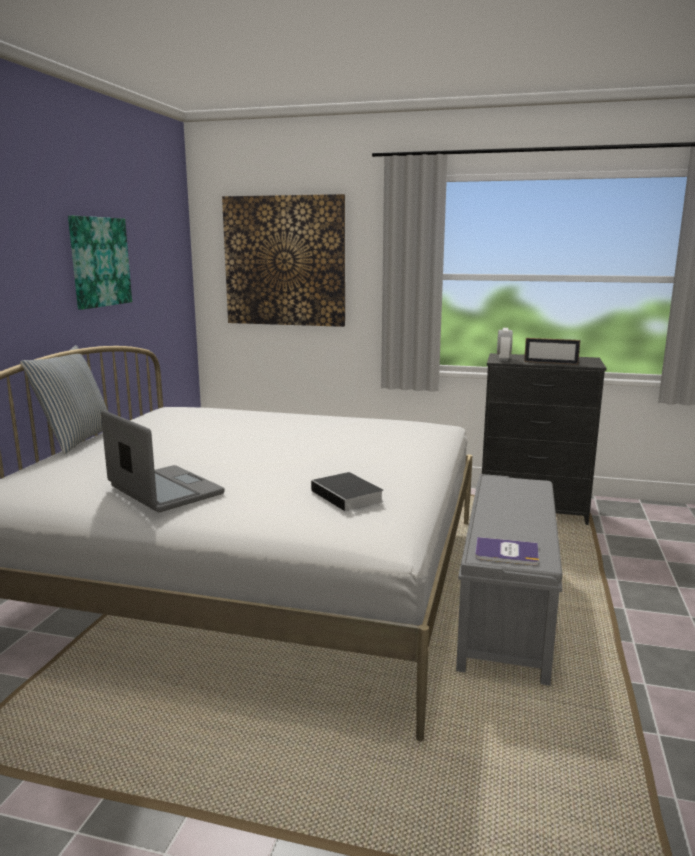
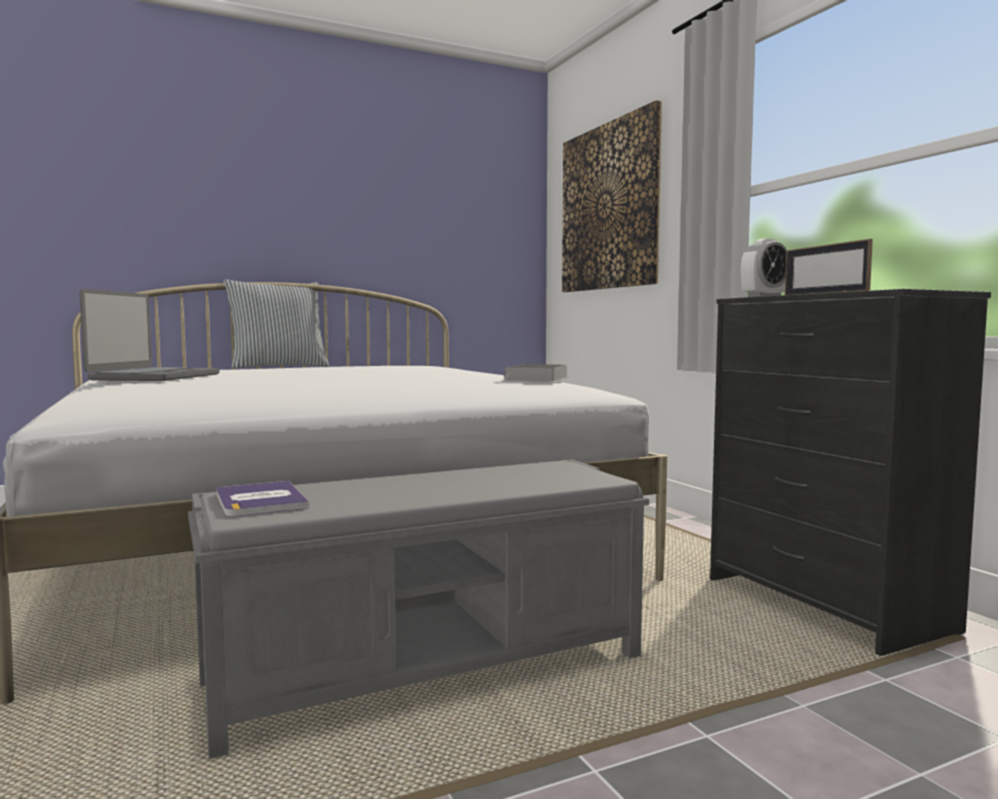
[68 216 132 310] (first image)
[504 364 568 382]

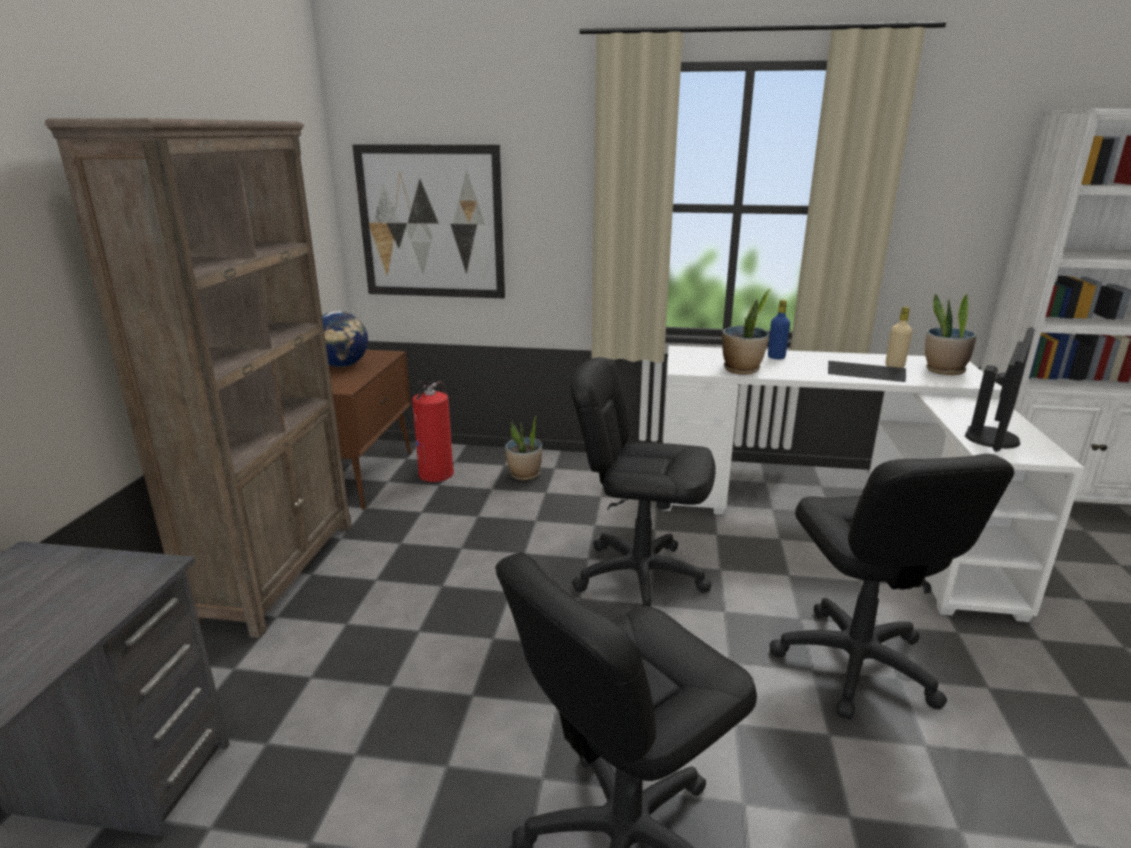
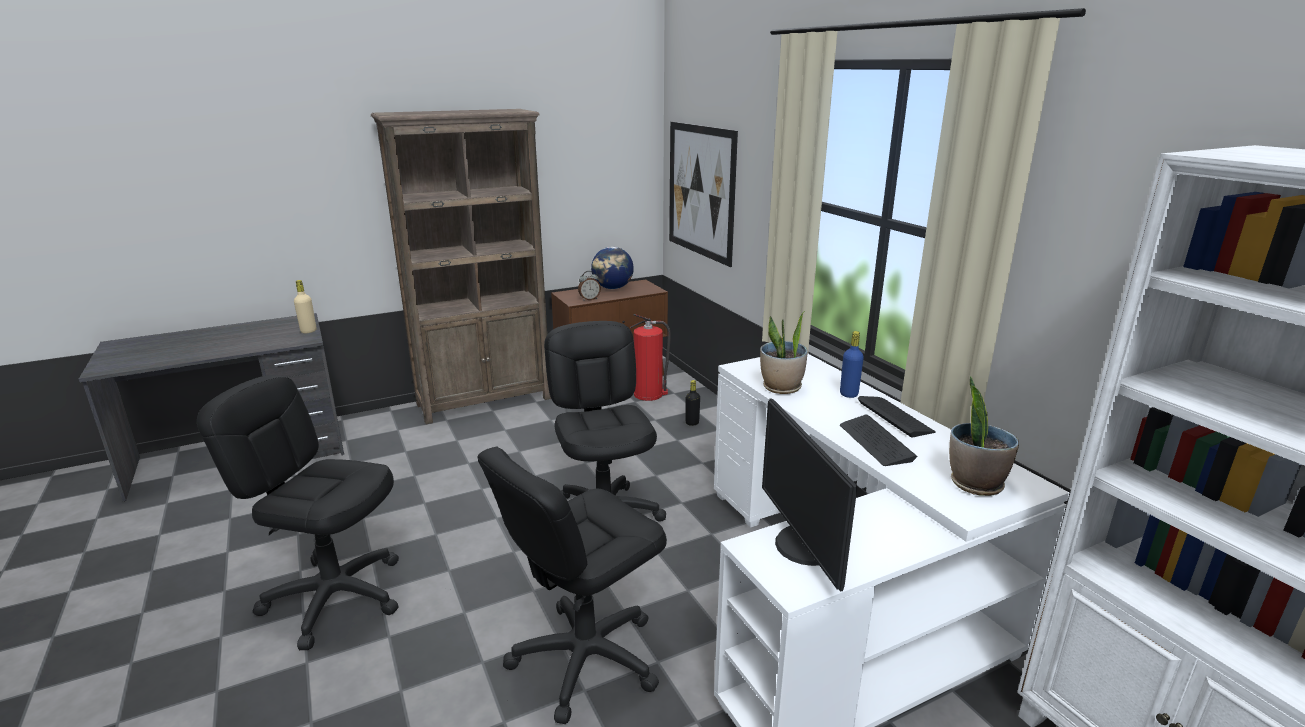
[294 280 316 333]
[762 398 858 592]
[686 380 700 426]
[578 271 601 301]
[858 396 936 437]

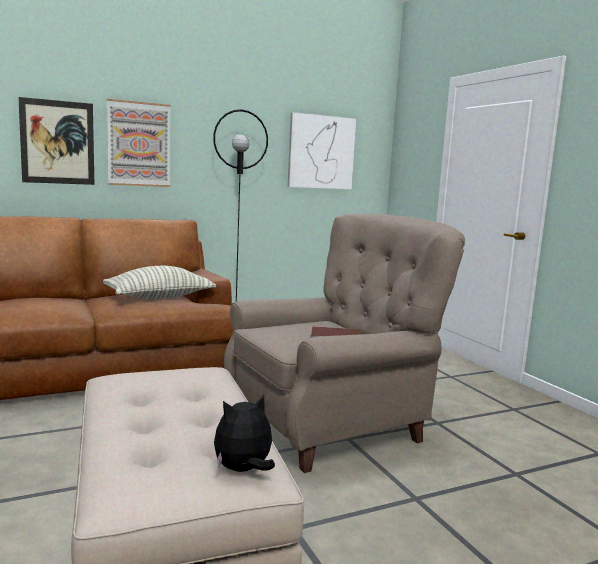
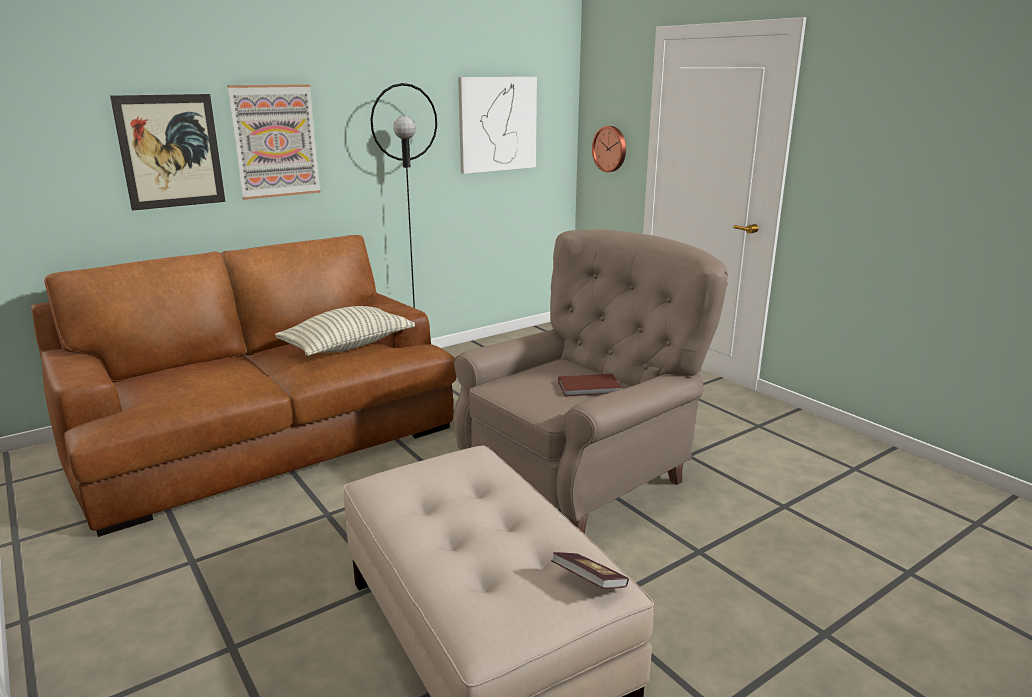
[551 552 629 589]
[592 126 626 172]

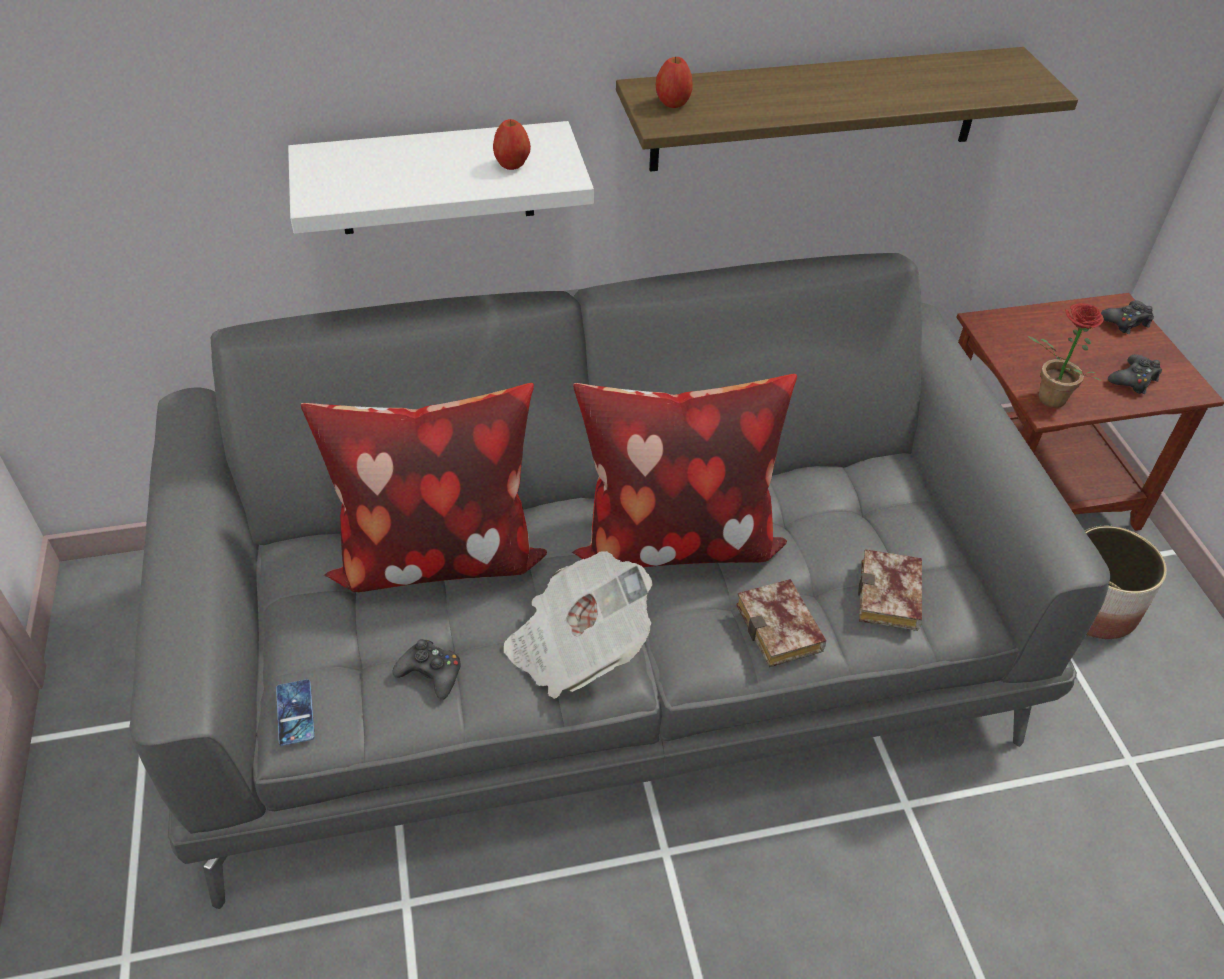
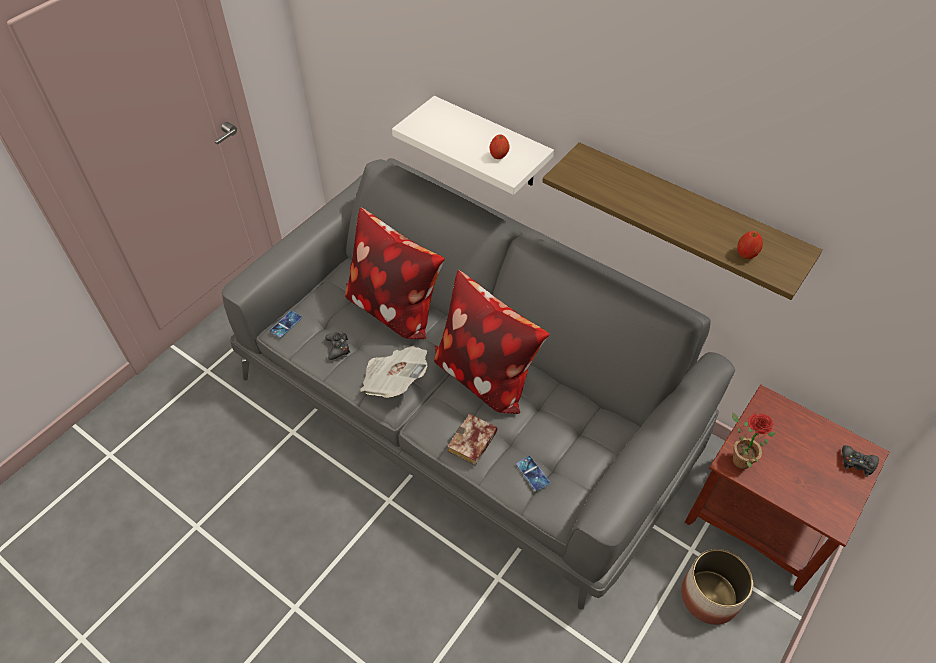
[737 231 763 259]
[1108 354 1162 394] (first image)
[516 456 550 491]

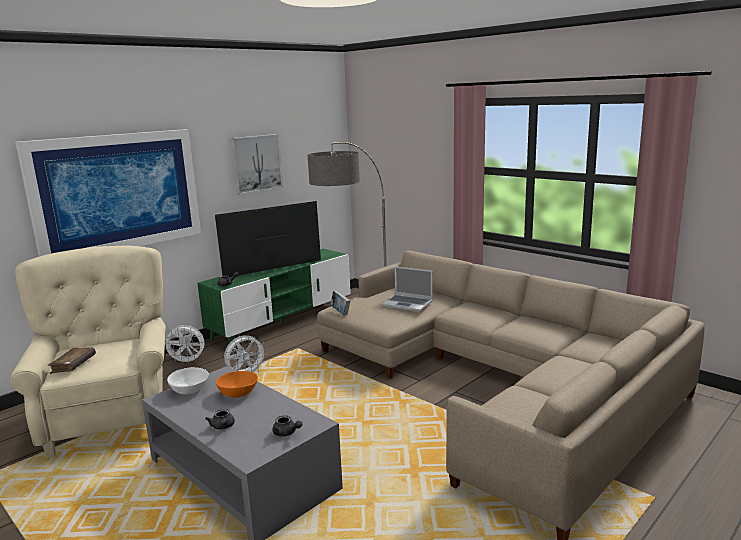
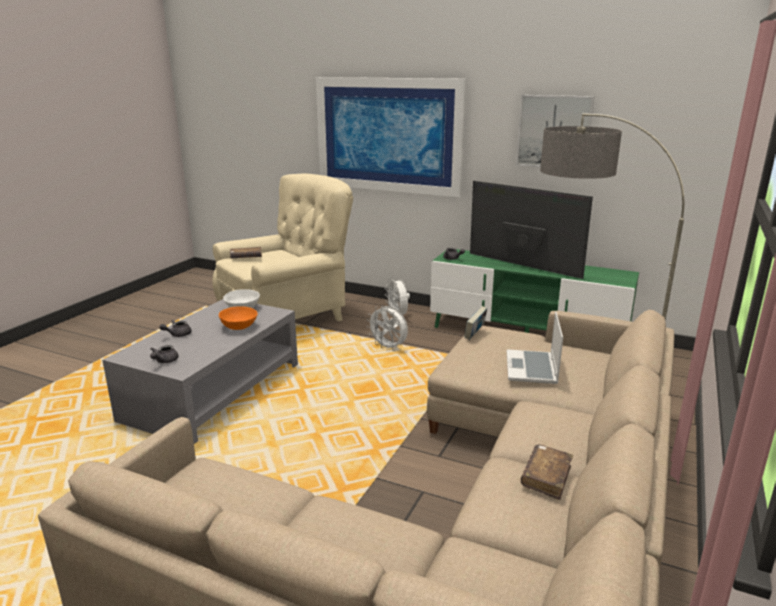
[521 444 573 500]

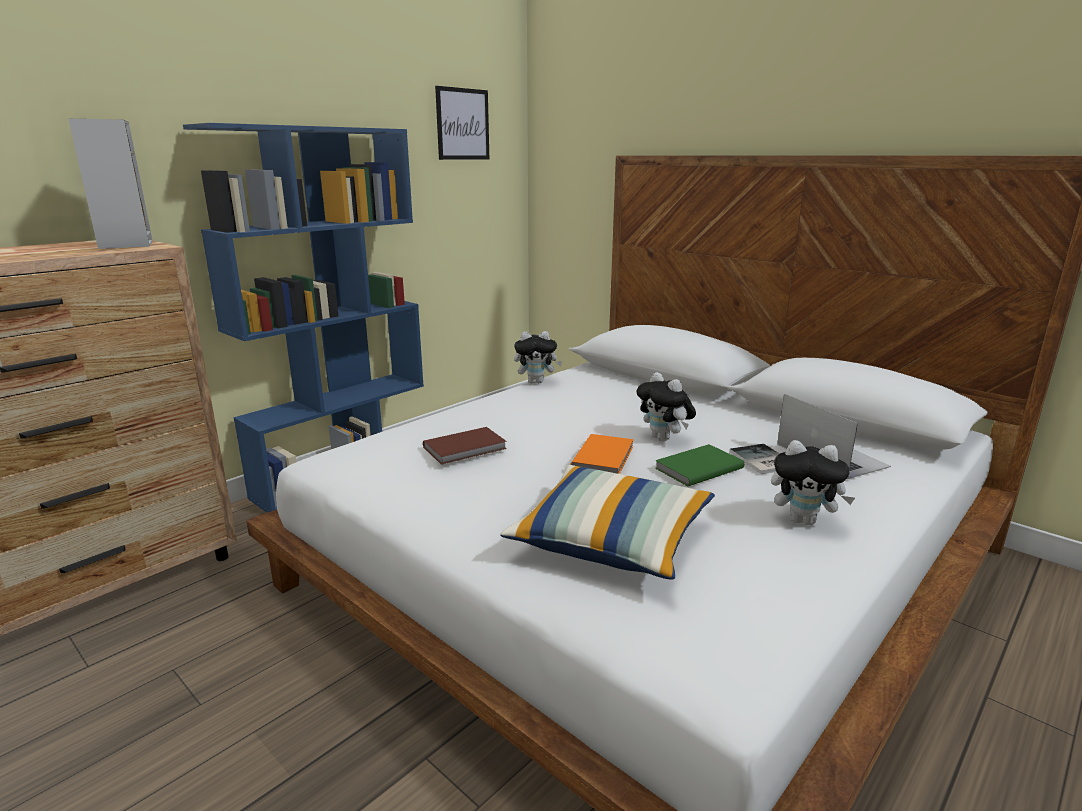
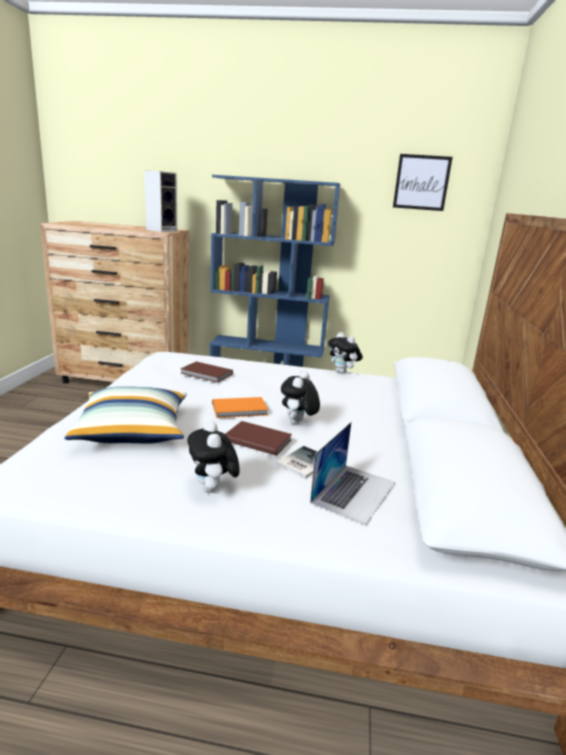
[225 421 292 456]

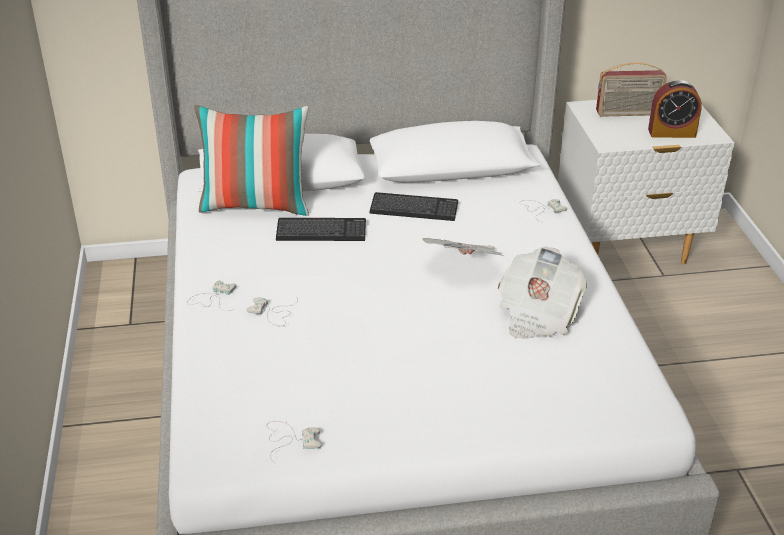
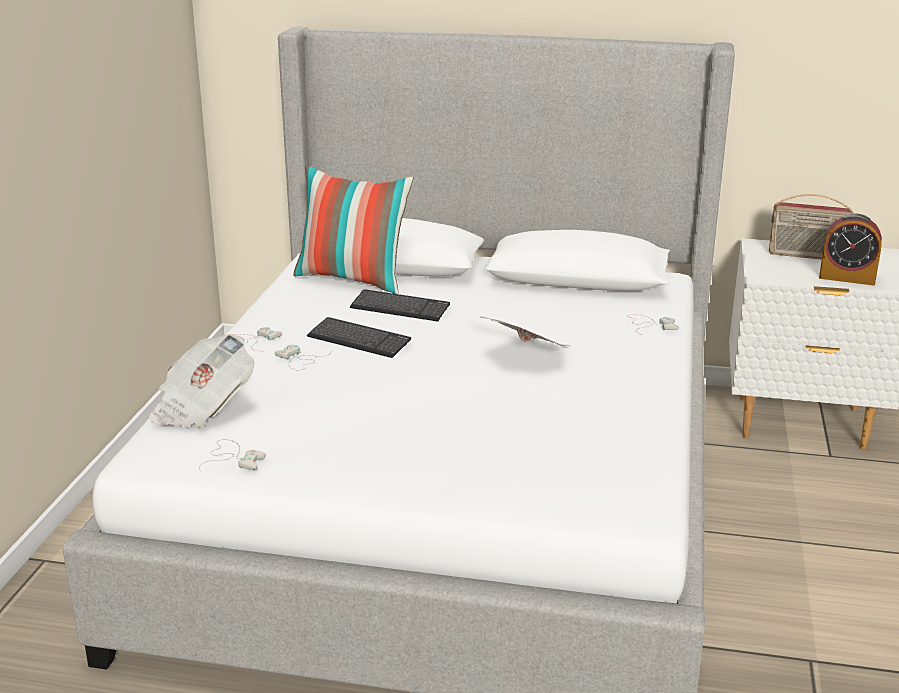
[307 317 411 358]
[149 334 255 427]

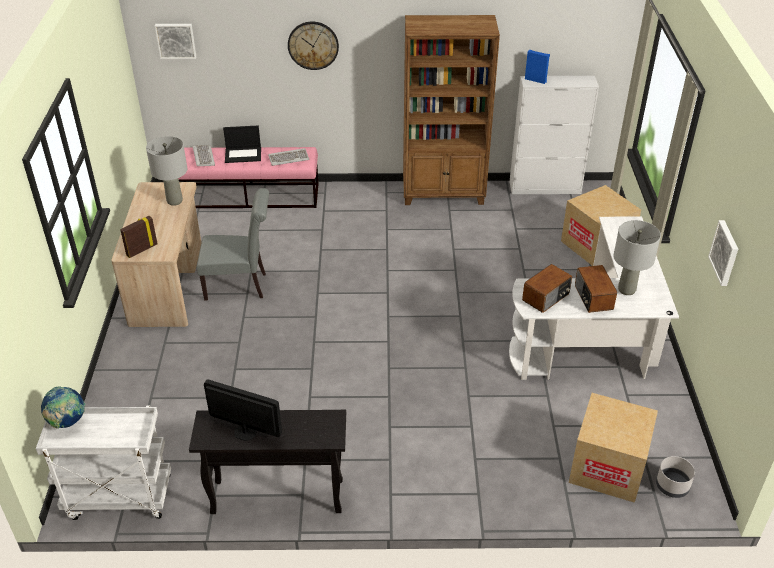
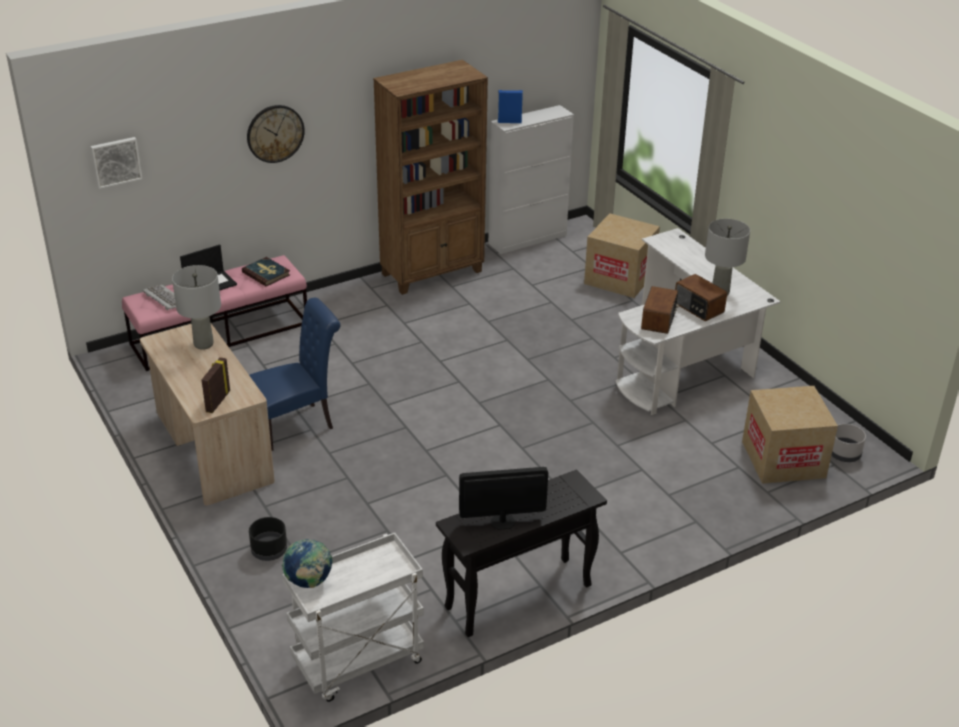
[242 257 290 286]
[249 298 340 451]
[708 220 738 286] (first image)
[249 517 287 561]

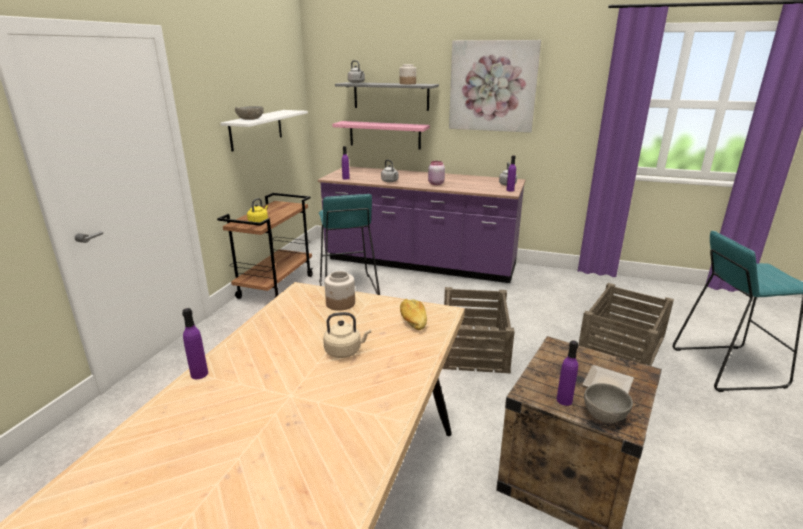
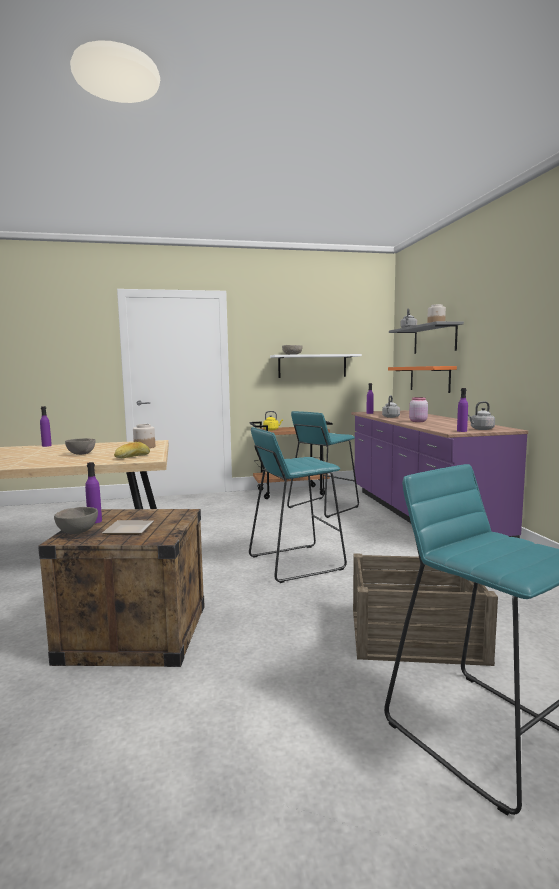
[449 40 541 133] (first image)
[388 366 457 393]
[249 427 347 583]
[65 438 95 455]

